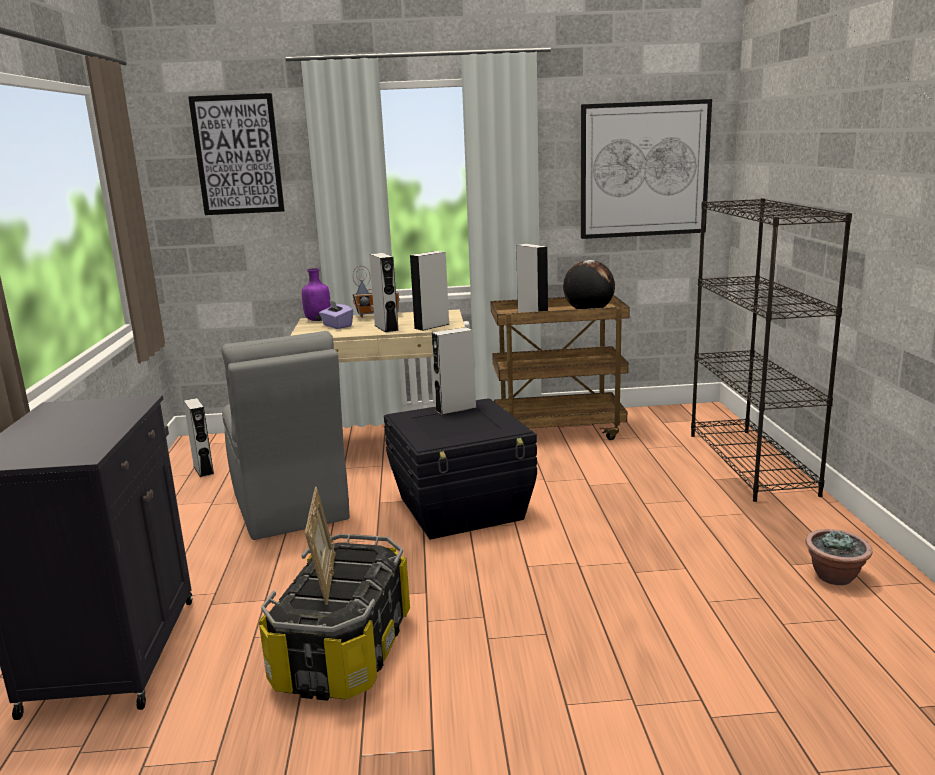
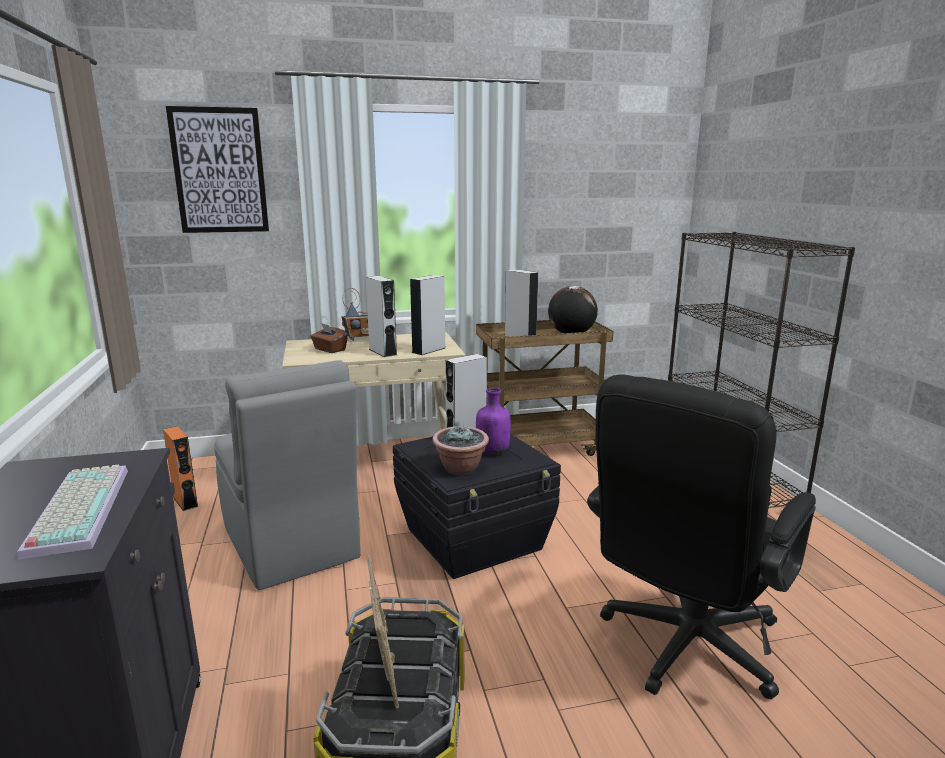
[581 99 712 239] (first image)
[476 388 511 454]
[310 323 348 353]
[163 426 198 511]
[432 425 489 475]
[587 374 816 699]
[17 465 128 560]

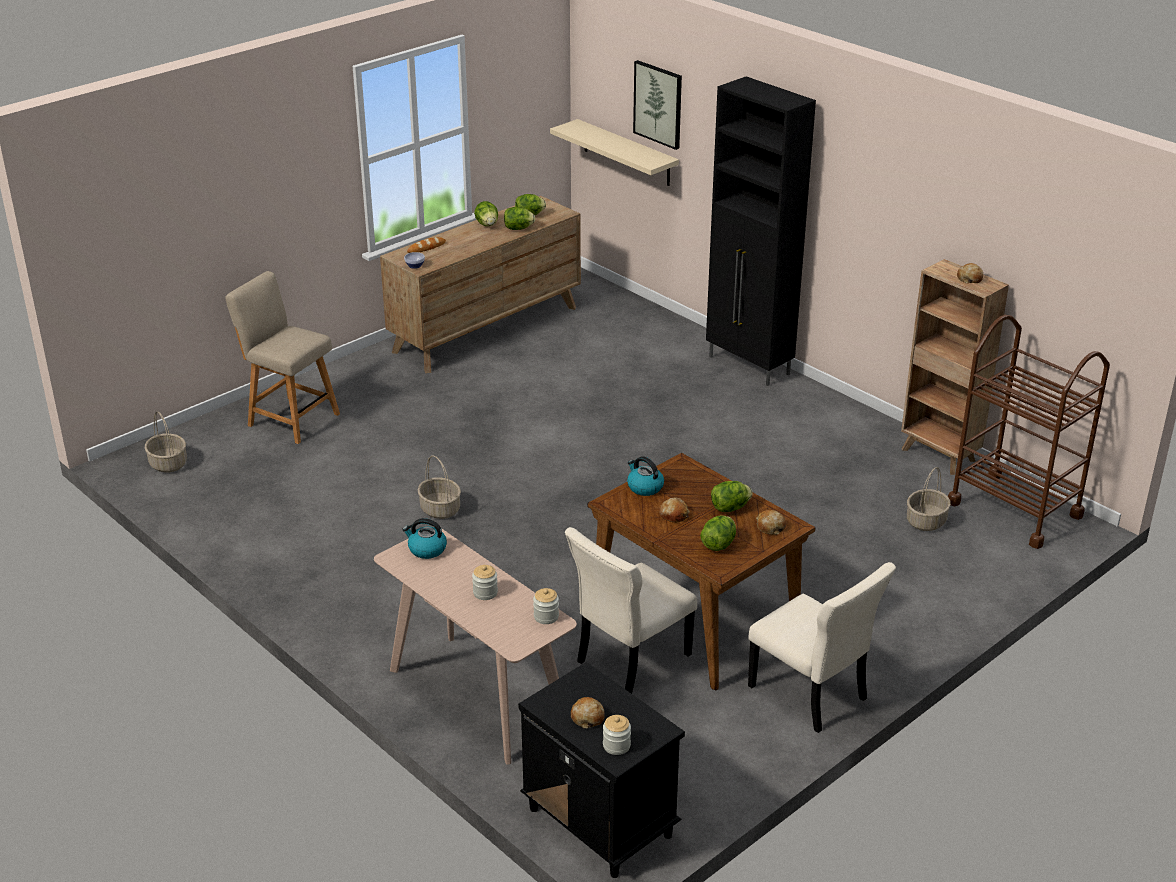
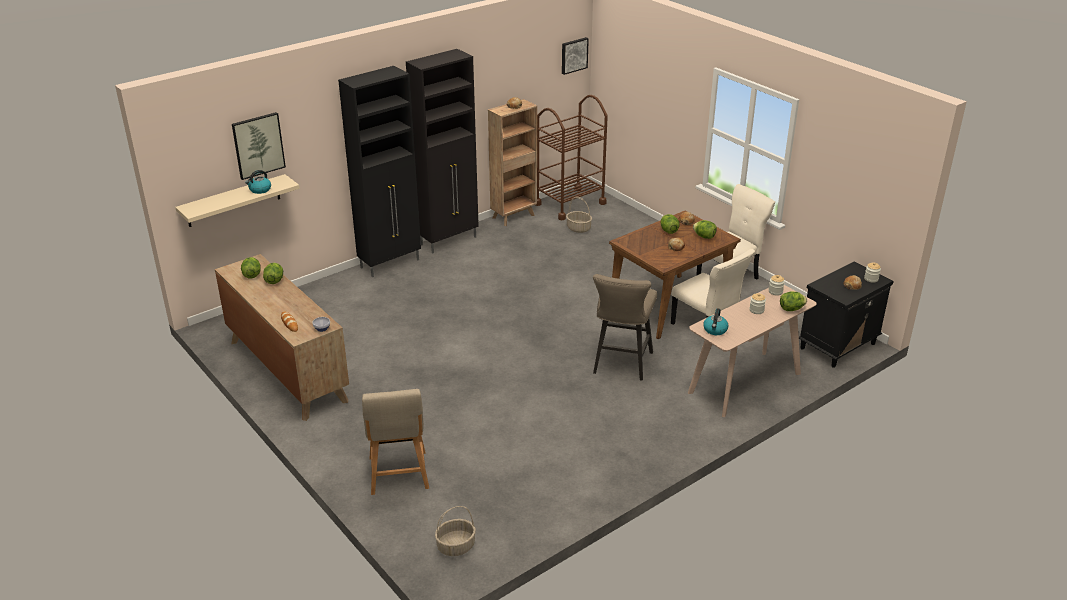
[780 291 807 311]
[362 389 429 495]
[418 456 461 519] (first image)
[245 170 271 194]
[562 37 589 75]
[406 49 479 254]
[593 274 657 381]

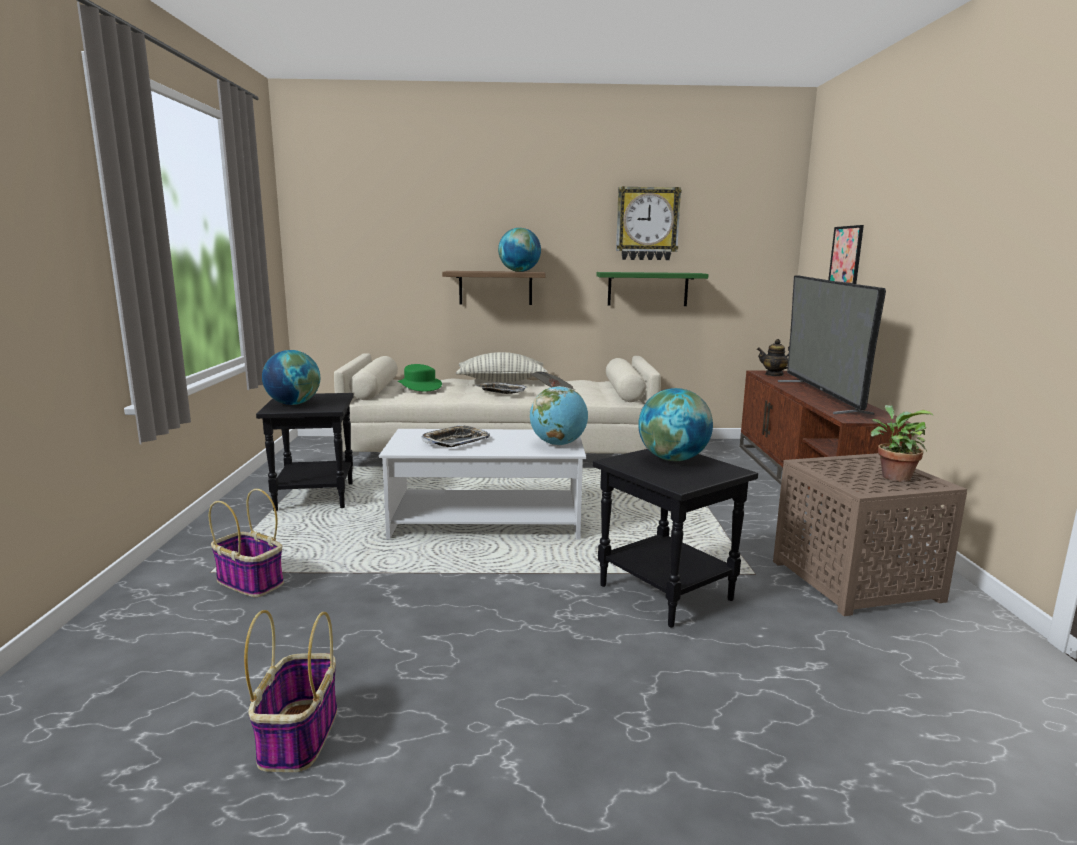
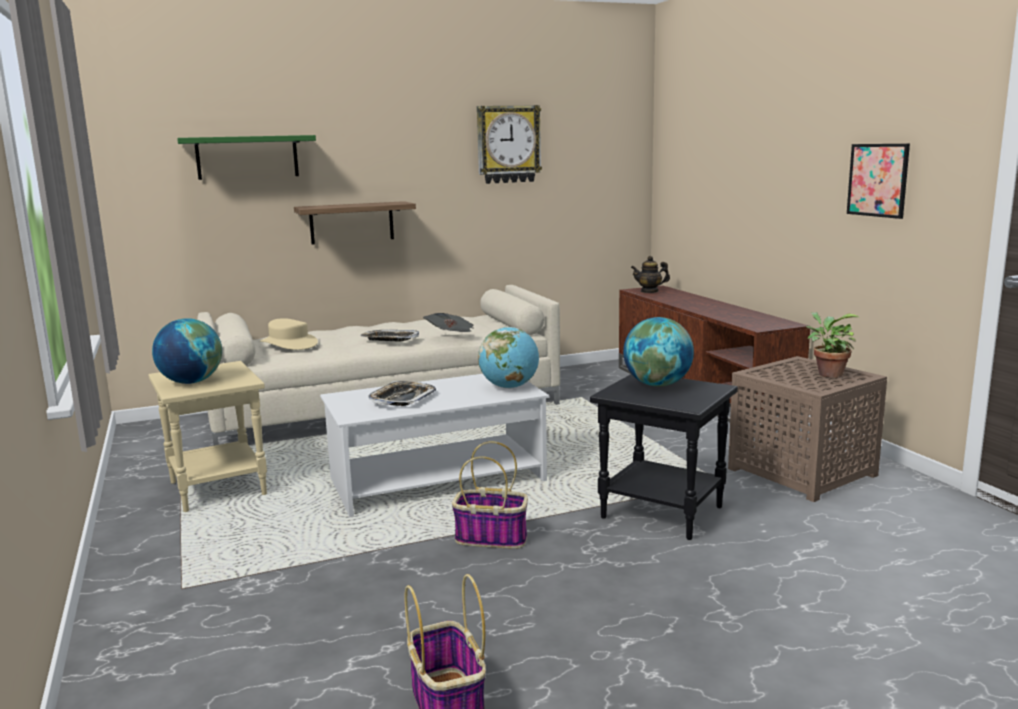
[847 144 910 219]
[498 228 541 272] (first image)
[177 135 316 180]
[778 275 886 415] (first image)
[456 352 548 382] (first image)
[260 318 318 350]
[148 361 267 512]
[452 441 528 549]

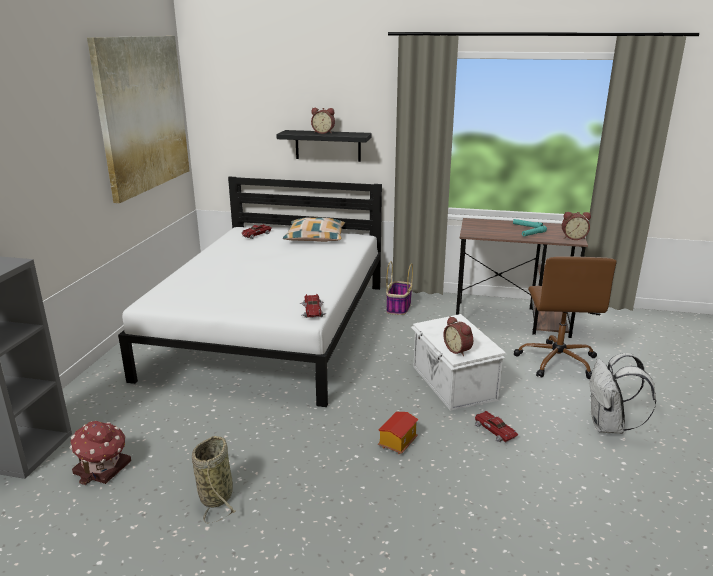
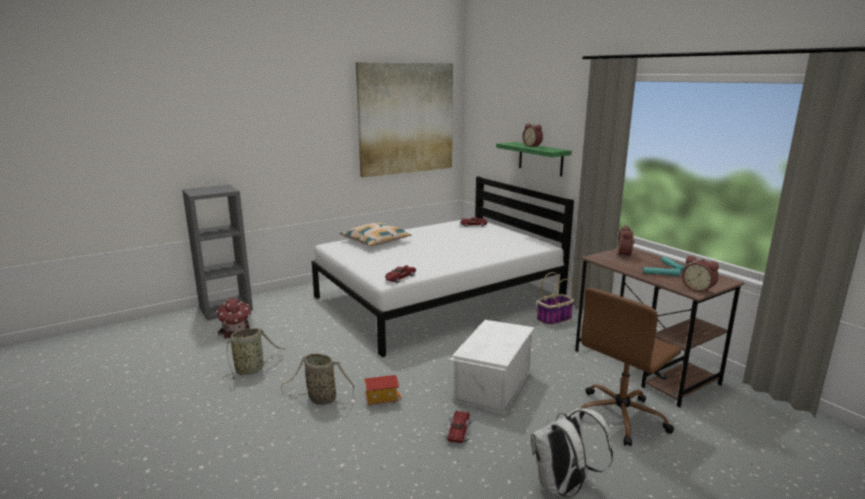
[496 142 572 177]
[340 223 412 246]
[617 225 635 258]
[281 353 354 405]

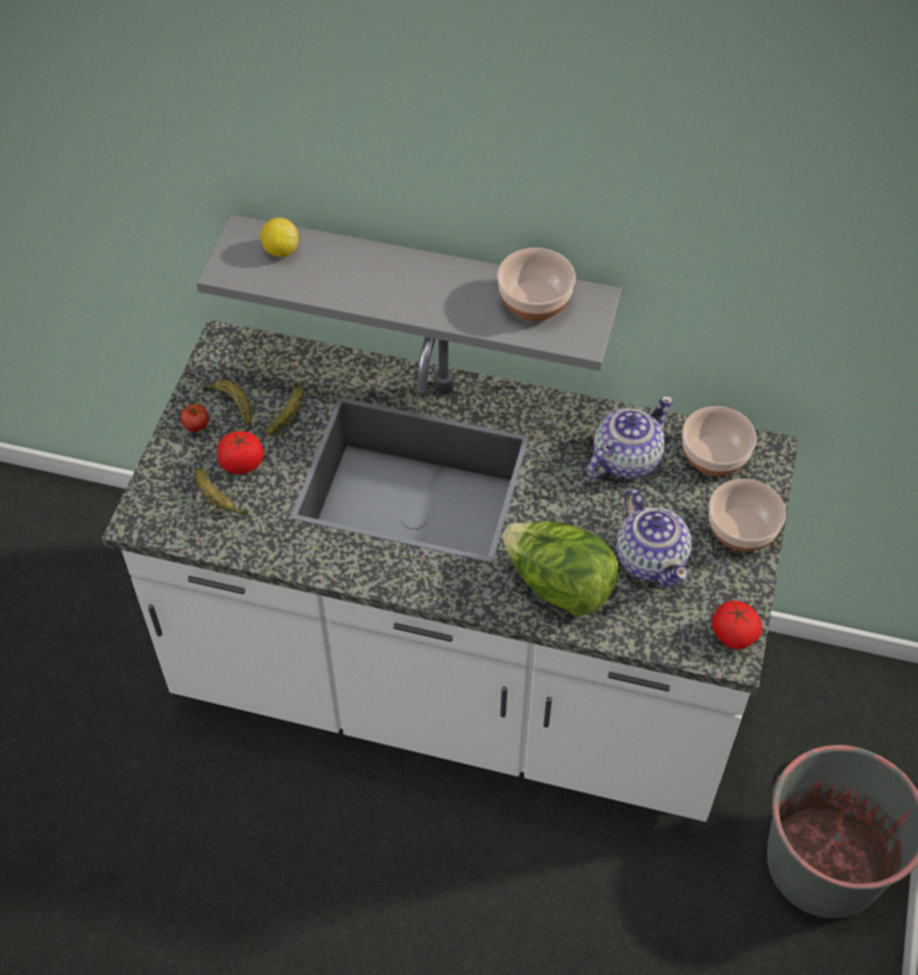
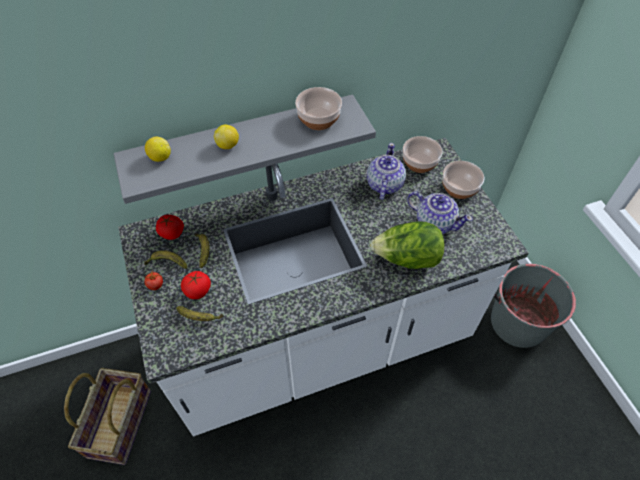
[156 215 184 240]
[214 124 239 149]
[64 368 151 465]

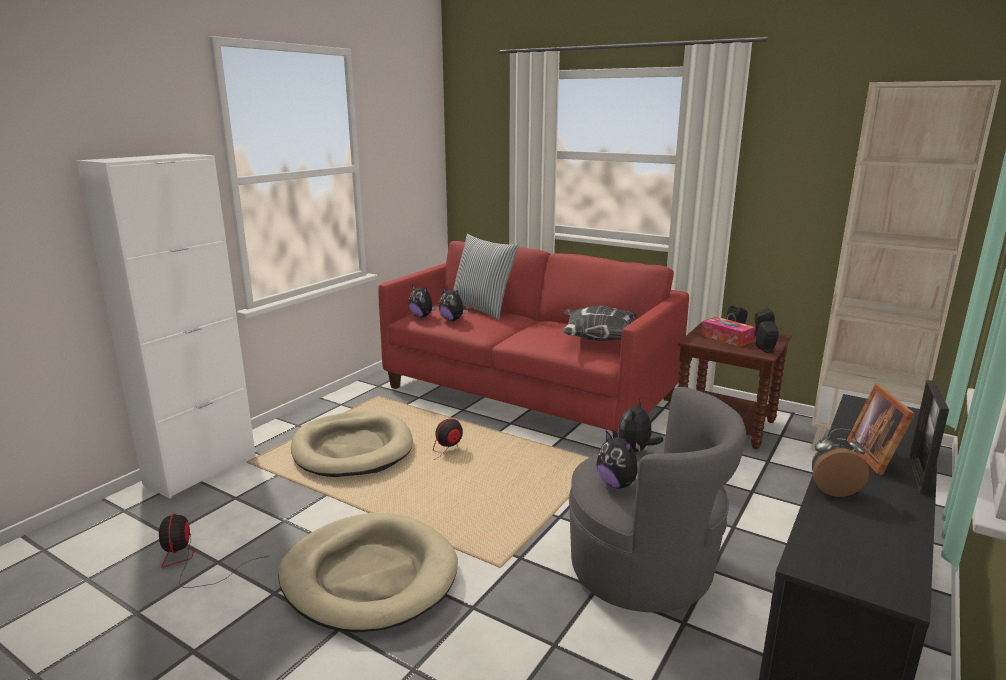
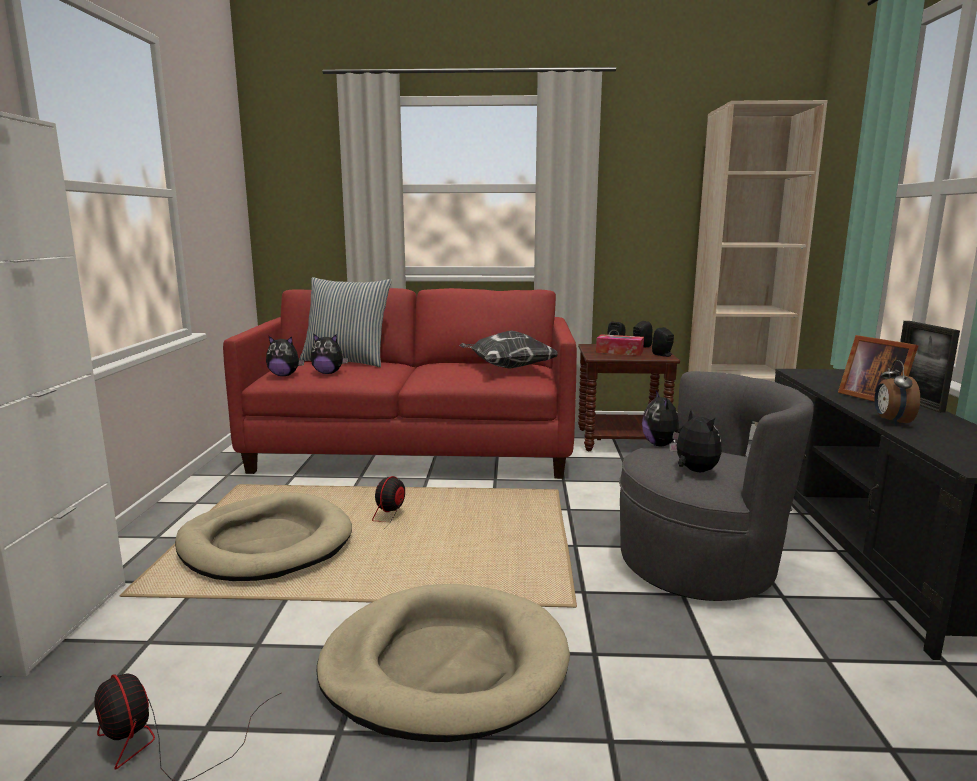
[874 360 920 425]
[669 409 722 472]

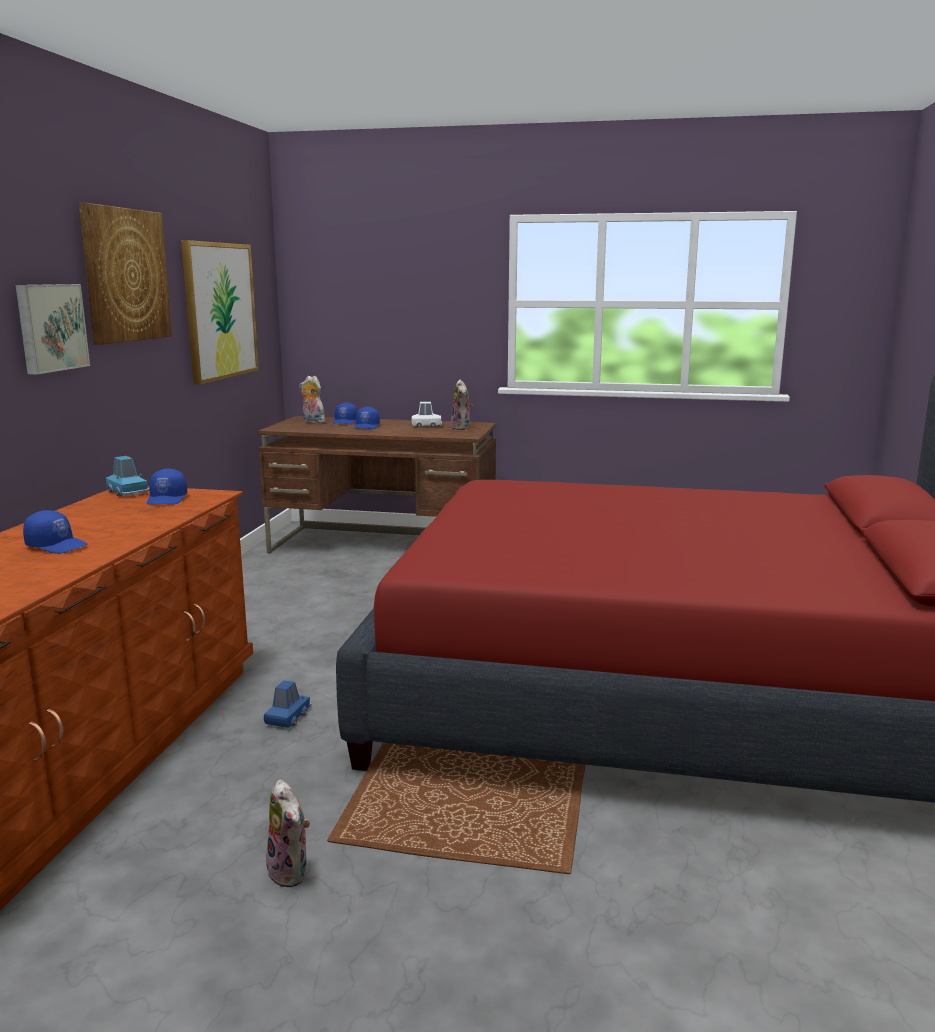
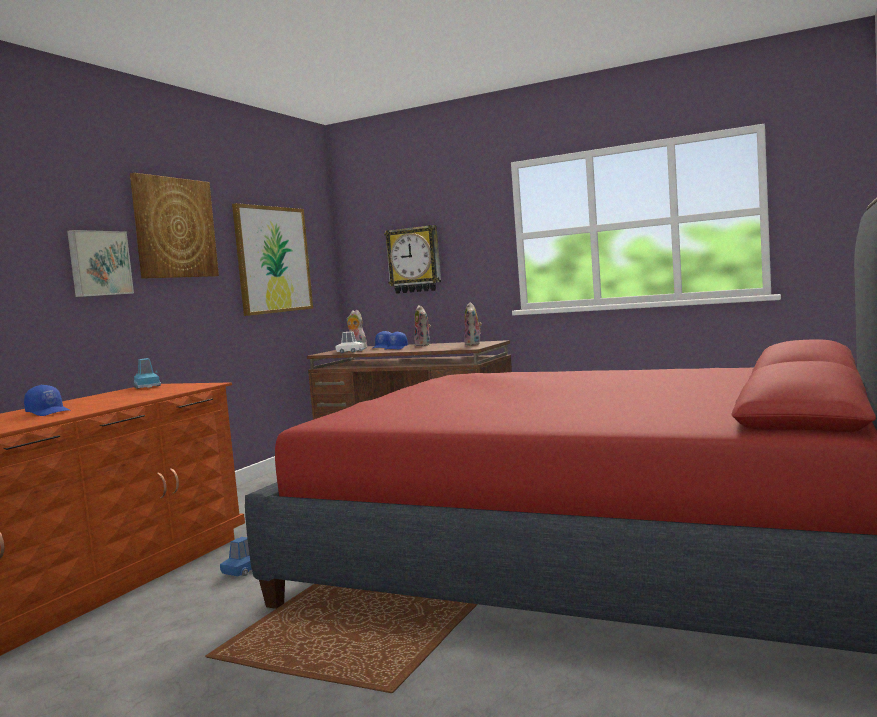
[336 331 365 353]
[147 468 187 505] (first image)
[414 305 431 346]
[384 225 441 294]

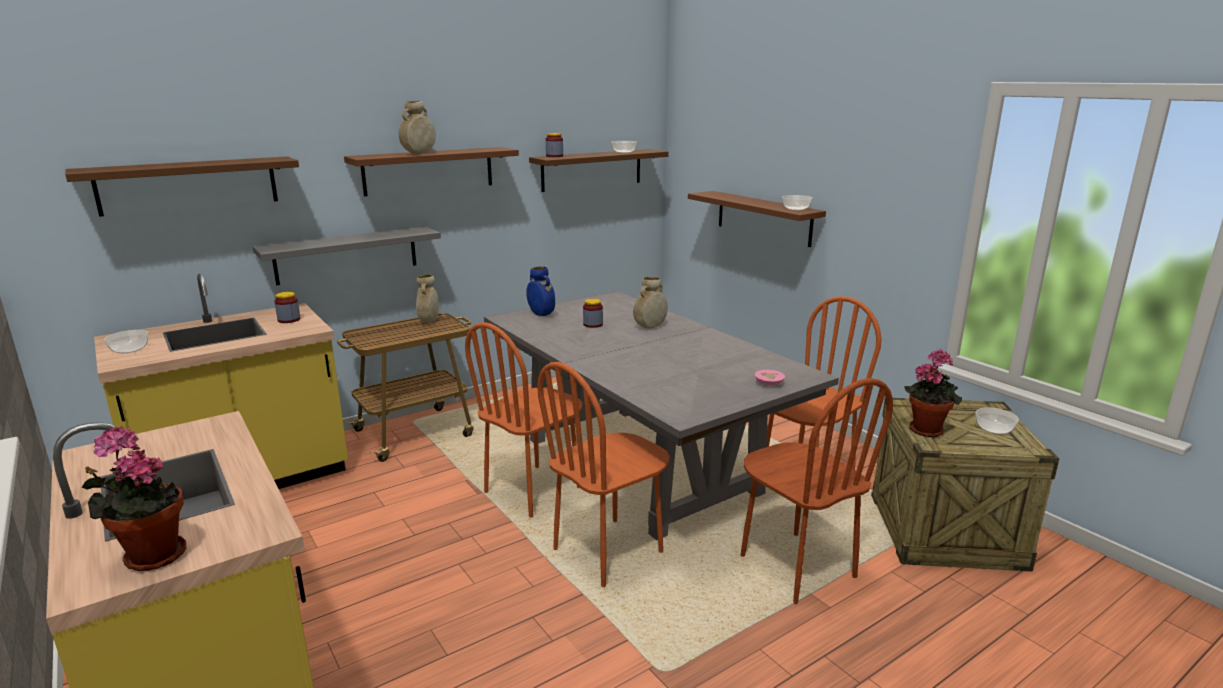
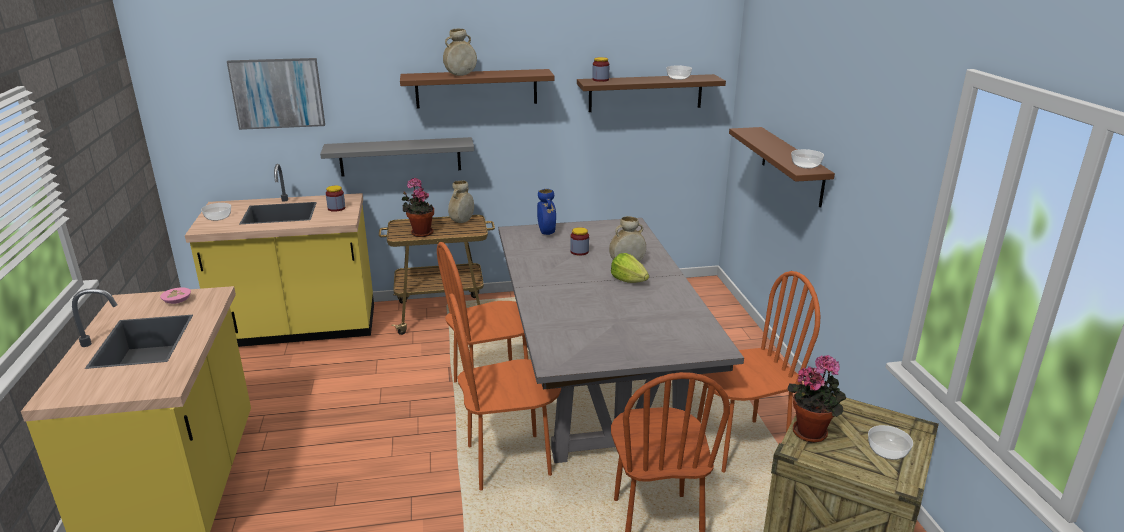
[227 58 325 130]
[160 287 191 304]
[401 178 434 237]
[611 253 649 283]

